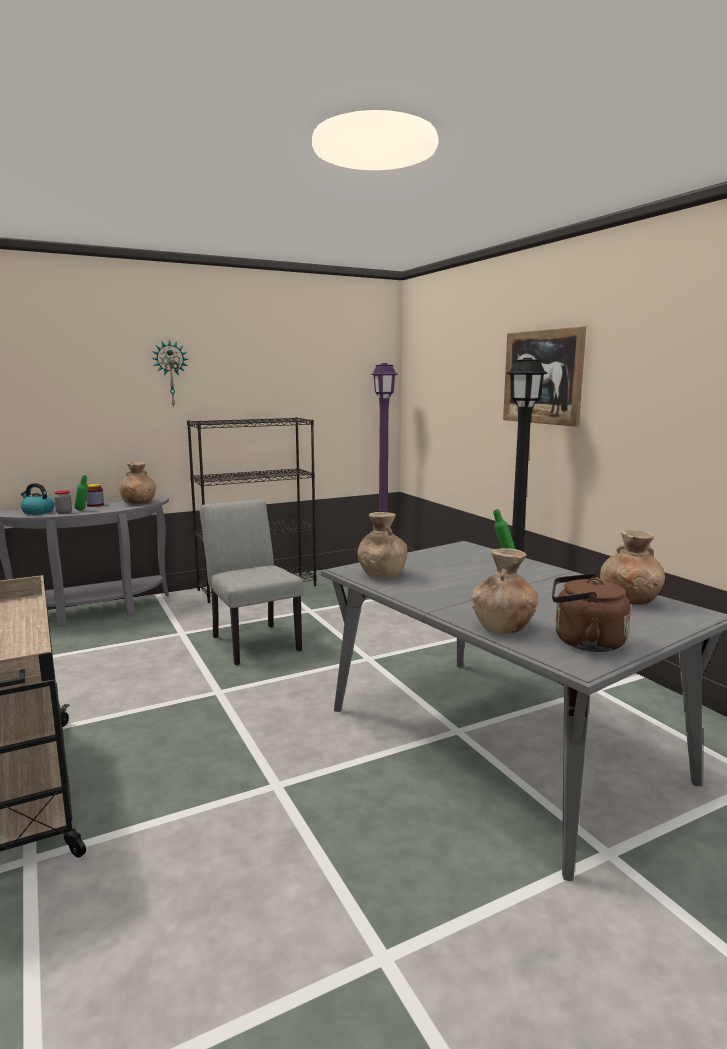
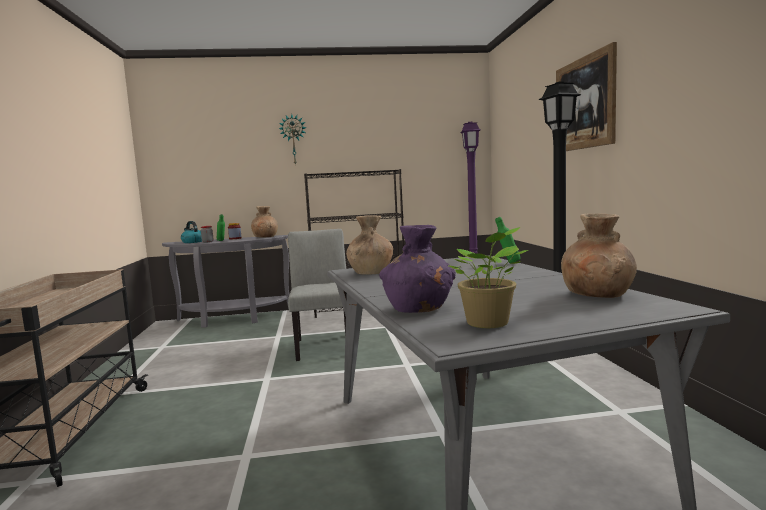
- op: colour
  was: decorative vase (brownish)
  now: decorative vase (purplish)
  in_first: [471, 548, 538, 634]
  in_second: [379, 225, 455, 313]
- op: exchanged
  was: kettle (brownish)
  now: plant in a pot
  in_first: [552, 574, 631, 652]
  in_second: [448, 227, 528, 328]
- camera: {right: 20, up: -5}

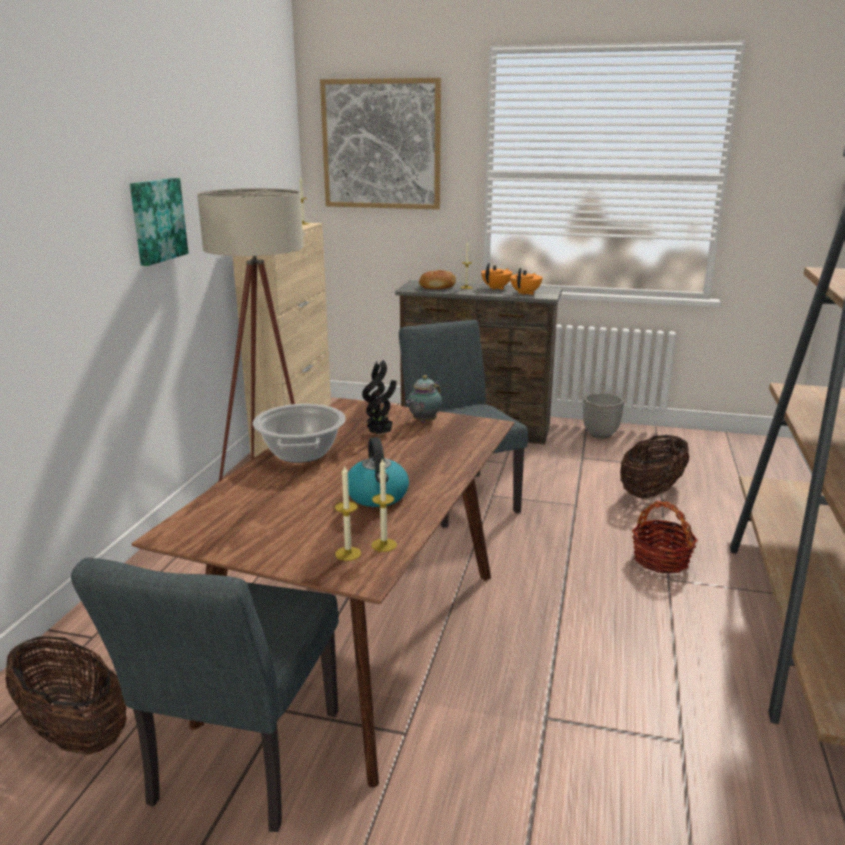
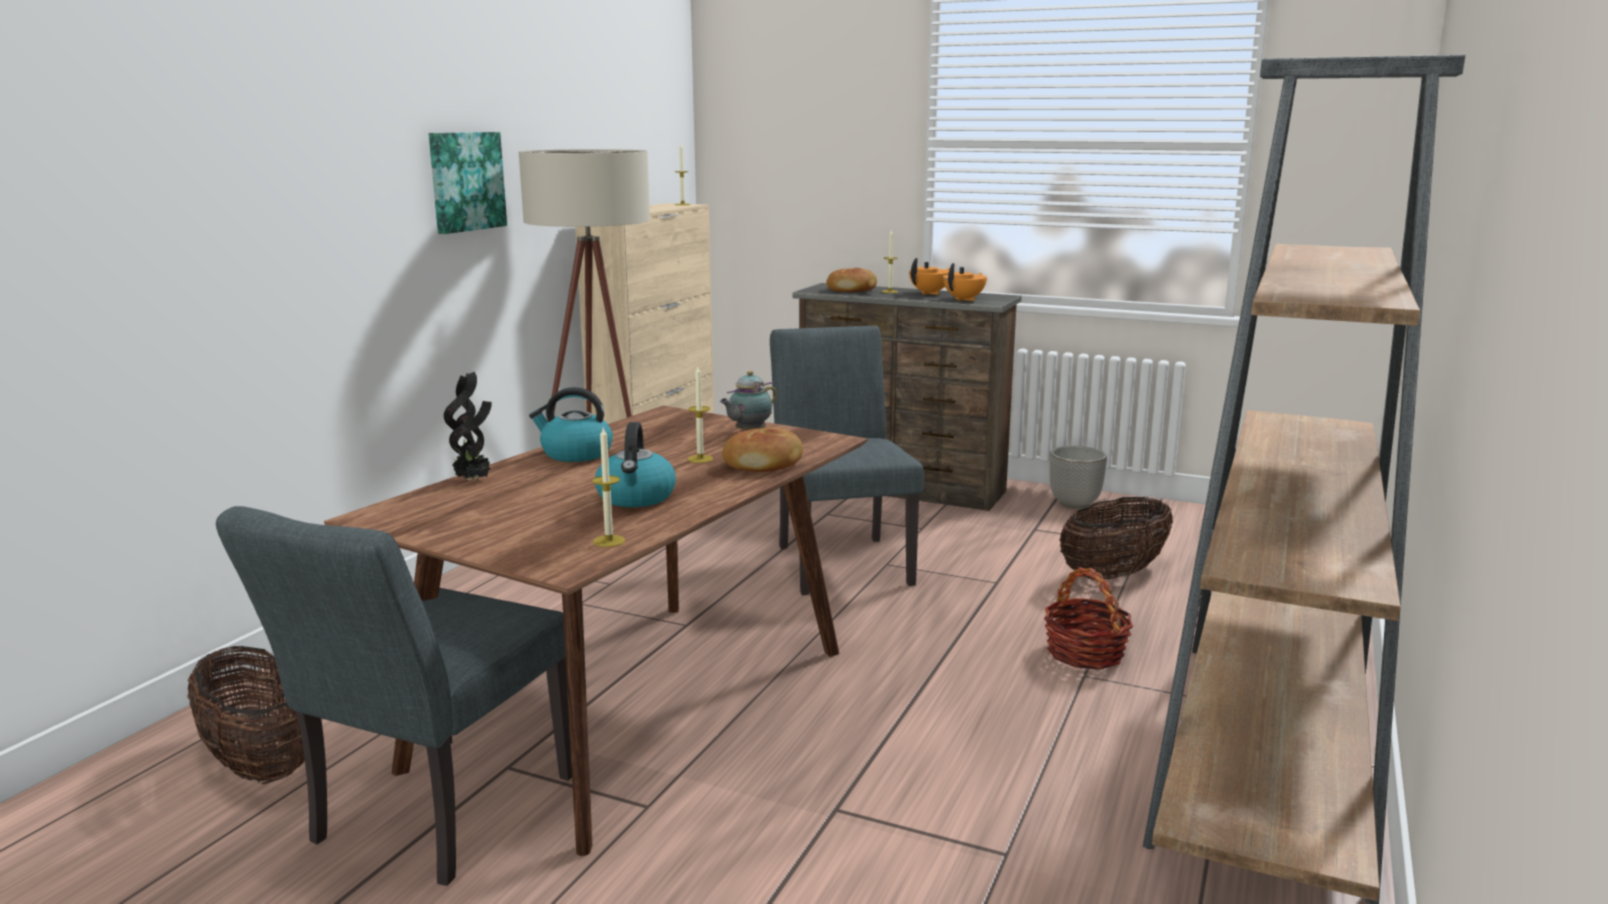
- op: relocated
  was: plant in a pot
  in_first: [362, 360, 397, 435]
  in_second: [444, 372, 492, 481]
- op: exchanged
  was: saucepot
  now: kettle
  in_first: [253, 404, 346, 463]
  in_second: [529, 387, 613, 462]
- op: relocated
  was: wax light
  in_first: [335, 466, 361, 561]
  in_second: [688, 366, 713, 463]
- op: appeared
  now: bread
  in_second: [722, 427, 803, 472]
- op: missing
  was: wall picture
  in_first: [320, 78, 441, 210]
- camera: {right: 10, up: -5}

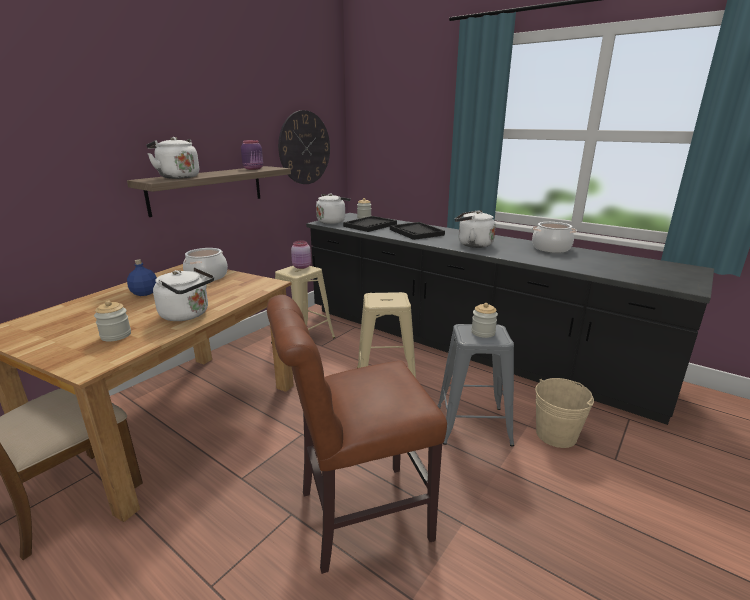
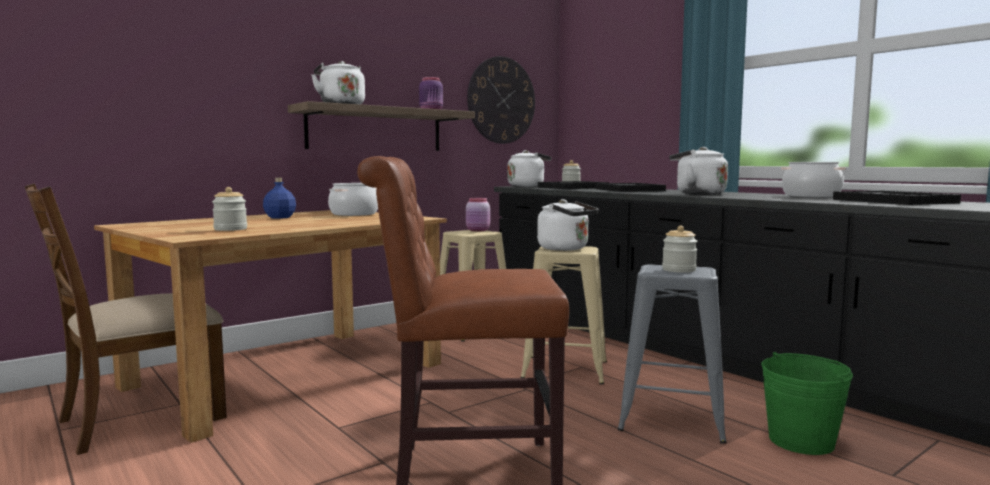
- op: relocated
  was: kettle (whitish)
  in_first: [153, 268, 214, 321]
  in_second: [537, 199, 599, 251]
- op: colour
  was: pail (beige)
  now: pail (green)
  in_first: [535, 378, 594, 448]
  in_second: [761, 352, 853, 455]
- op: appeared
  now: tray (black)
  in_second: [833, 191, 961, 205]
- camera: {right: 15, up: -15}

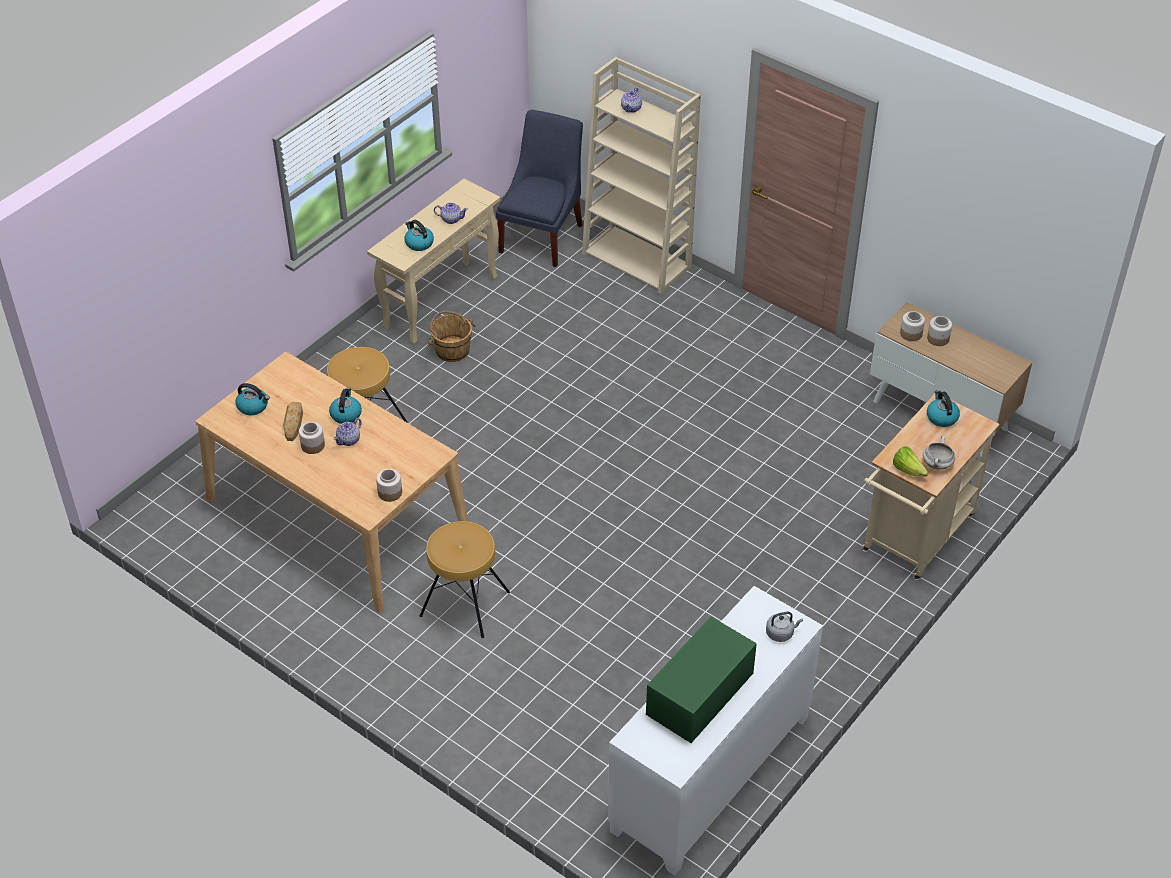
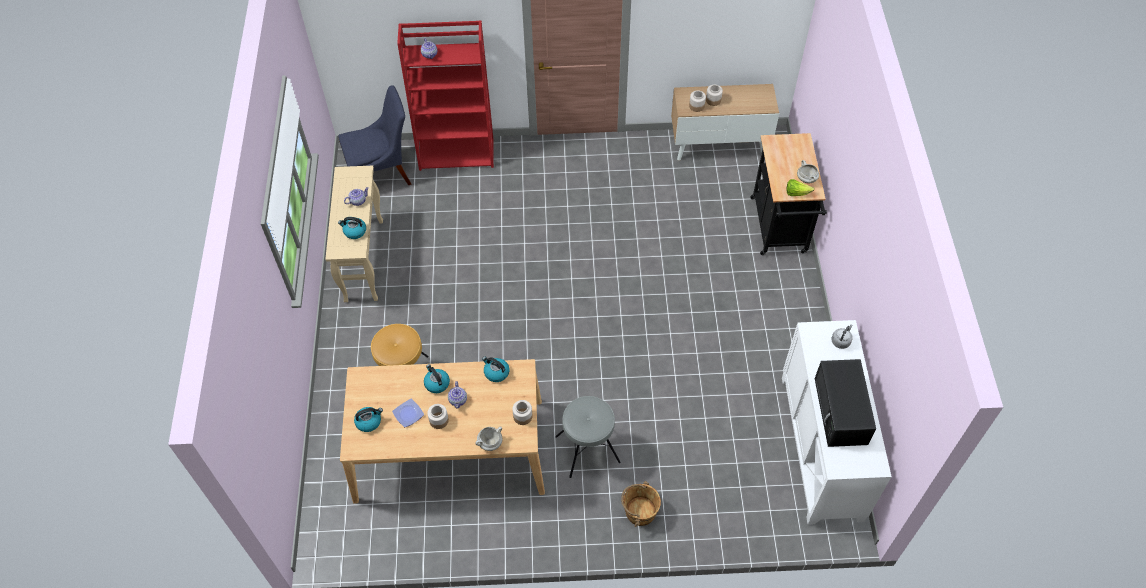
- op: spun
  was: upright chair (bluish)
  in_first: [496, 110, 583, 267]
  in_second: [338, 85, 411, 185]
  clockwise: 90
- op: exchanged
  was: bread
  now: flat dish
  in_first: [283, 402, 303, 441]
  in_second: [392, 399, 424, 427]
- op: colour
  was: shelving unit (beige)
  now: shelving unit (reddish)
  in_first: [582, 57, 701, 294]
  in_second: [397, 20, 494, 171]
- op: appeared
  now: saucepot (whitish)
  in_second: [475, 426, 503, 451]
- op: relocated
  was: kettle
  in_first: [927, 390, 960, 427]
  in_second: [482, 357, 509, 382]
- op: colour
  was: sitting stool (brownish)
  now: sitting stool (grey)
  in_first: [420, 521, 510, 638]
  in_second: [555, 396, 621, 478]
- op: relocated
  was: pail (brownish)
  in_first: [428, 311, 476, 362]
  in_second: [621, 481, 661, 527]
- op: colour
  was: wheeled cart (beige)
  now: wheeled cart (black)
  in_first: [861, 394, 999, 580]
  in_second: [750, 133, 827, 255]
- op: colour
  was: kitchen microwave (green)
  now: kitchen microwave (black)
  in_first: [646, 616, 757, 743]
  in_second: [815, 359, 876, 447]
- camera: {right: -40, up: 10}

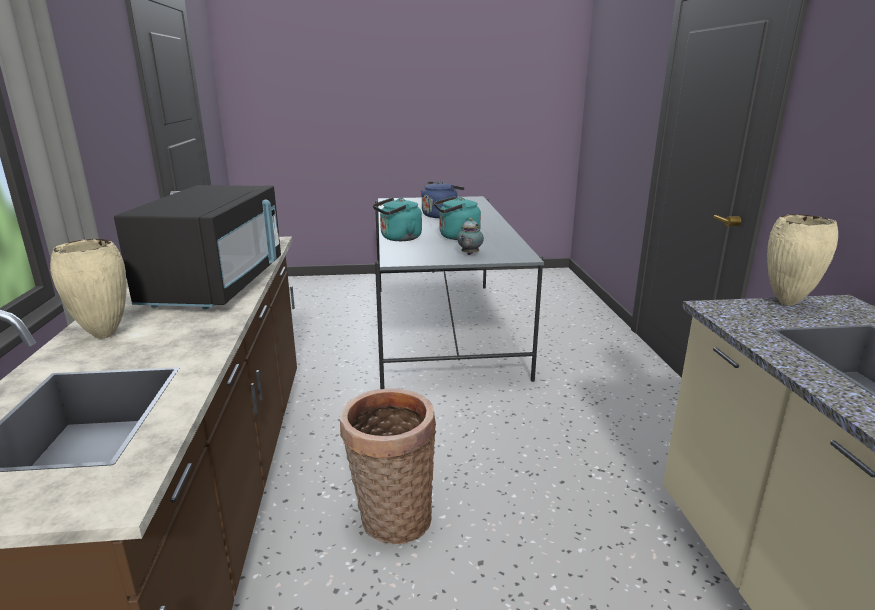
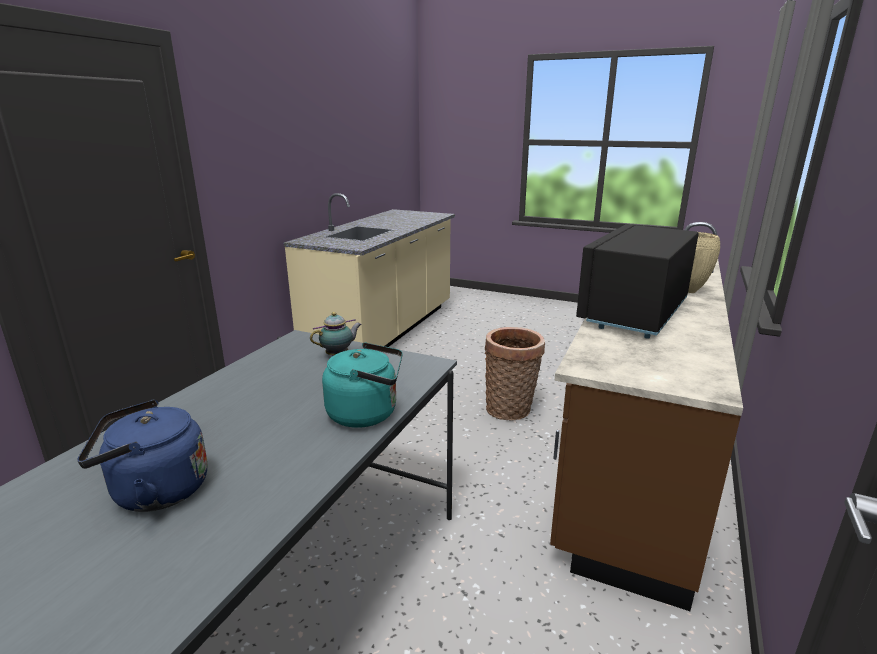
- op: missing
  was: kettle (turquoise-coloured)
  in_first: [434, 196, 481, 240]
- op: missing
  was: decorative vase (beige)
  in_first: [767, 215, 838, 305]
- camera: {right: -150, up: 0}

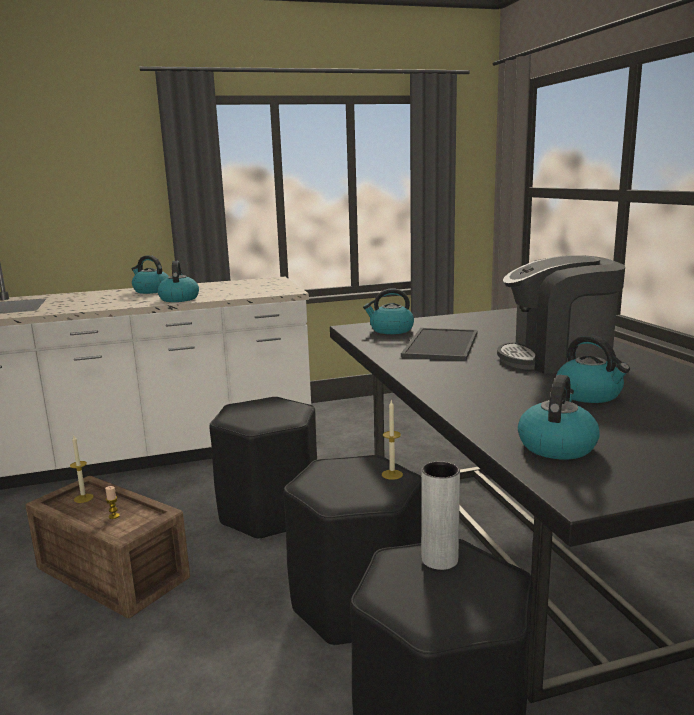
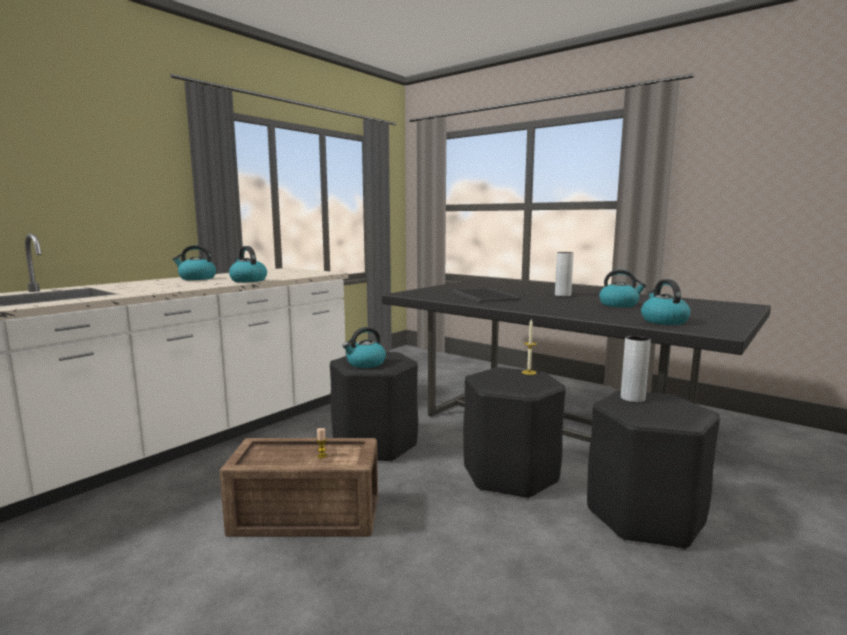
- op: relocated
  was: kettle
  in_first: [363, 288, 414, 334]
  in_second: [342, 327, 386, 368]
- op: exchanged
  was: coffee maker
  now: decorative vase (grey)
  in_first: [497, 255, 625, 373]
  in_second: [555, 252, 574, 297]
- op: missing
  was: wax light
  in_first: [70, 436, 94, 503]
- camera: {right: -35, up: -5}

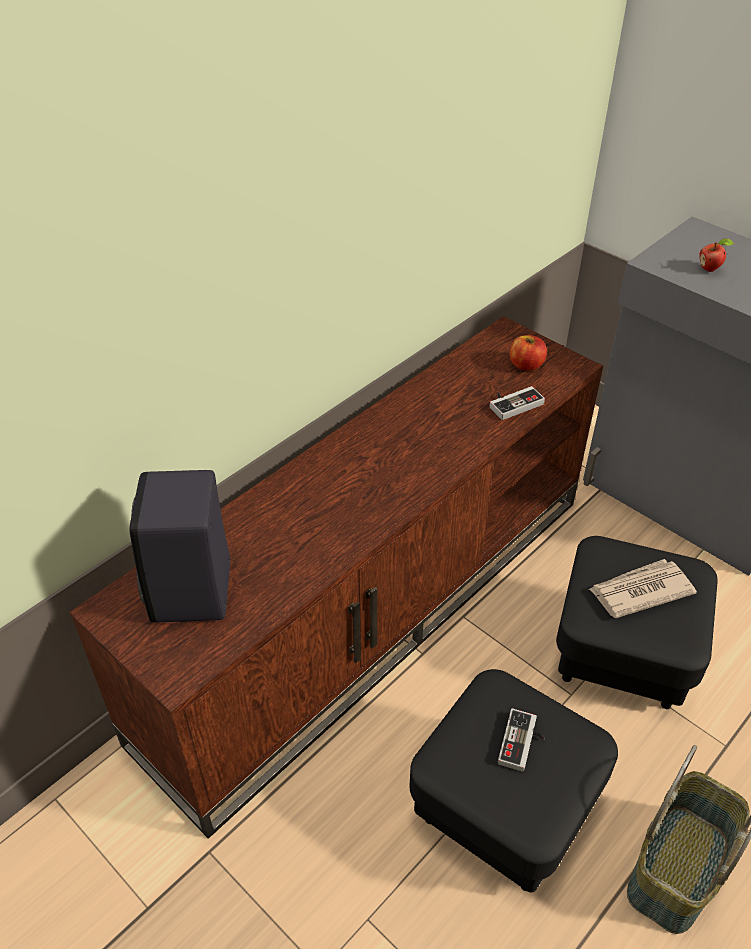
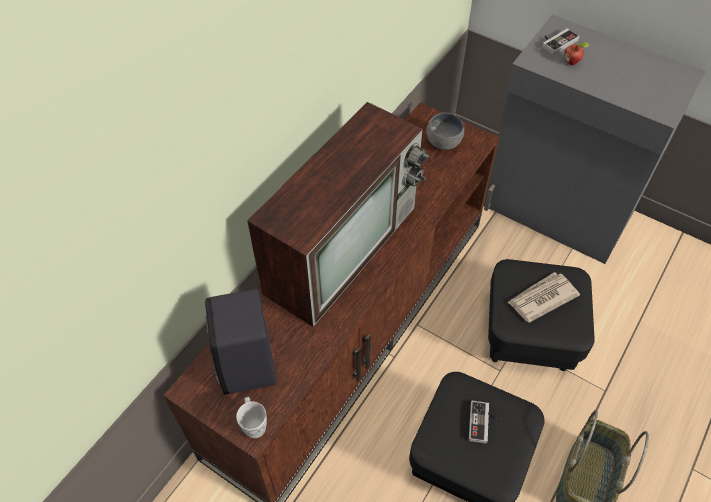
- op: appeared
  now: coffee mug (whitish)
  in_second: [236, 397, 267, 438]
- op: appeared
  now: TV set
  in_second: [247, 102, 430, 327]
- op: exchanged
  was: apple
  now: deep dish (grey)
  in_first: [510, 335, 547, 371]
  in_second: [426, 113, 464, 150]
- op: relocated
  was: gamepad
  in_first: [490, 386, 545, 420]
  in_second: [542, 28, 580, 55]
- camera: {right: -10, up: 10}

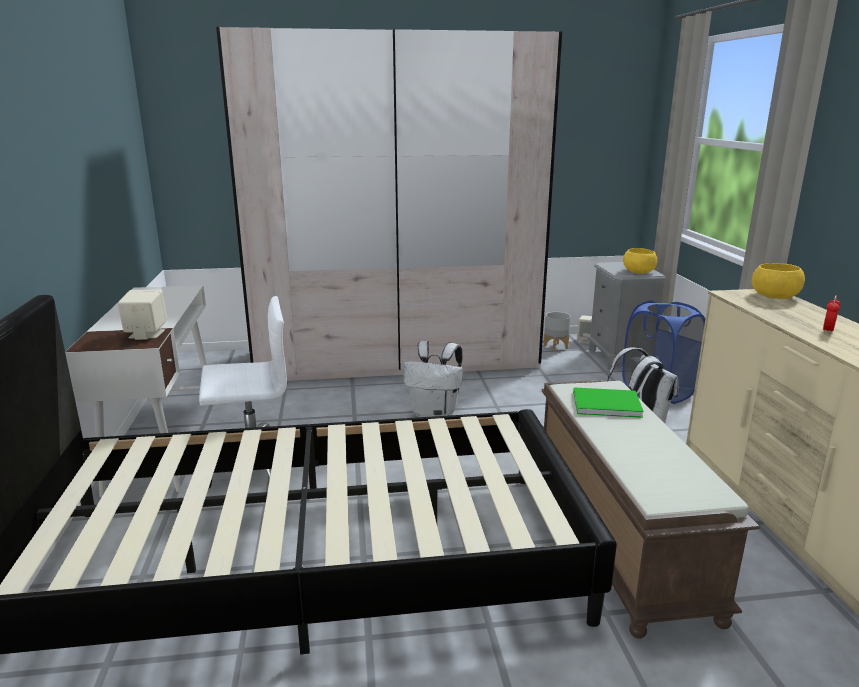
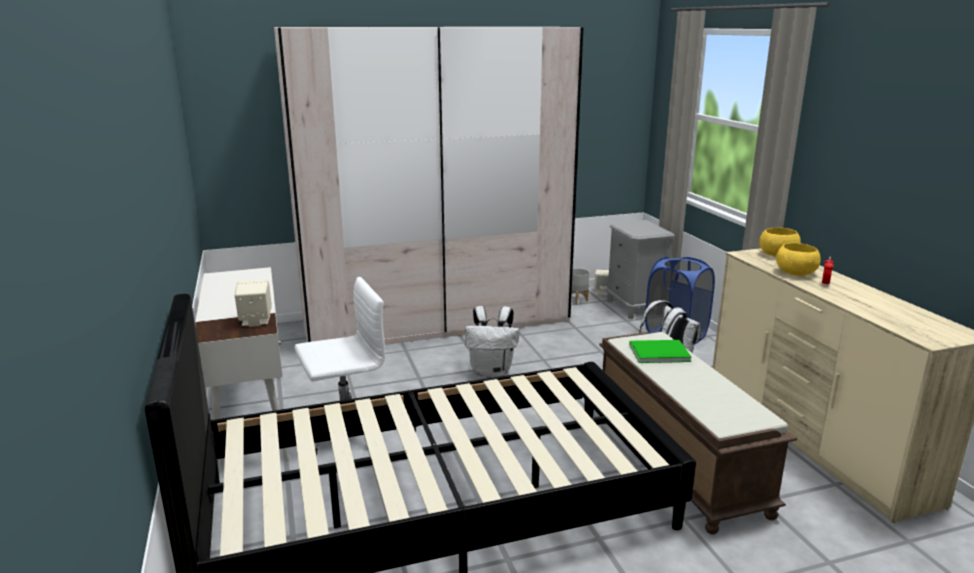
- op: relocated
  was: deep dish (yellowish)
  in_first: [623, 248, 658, 274]
  in_second: [776, 243, 820, 276]
- camera: {right: -10, up: 0}

